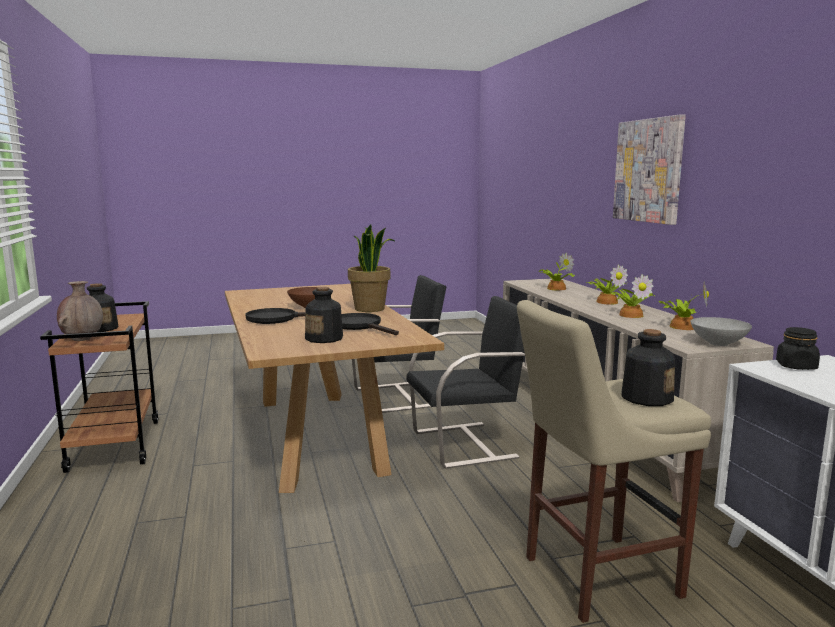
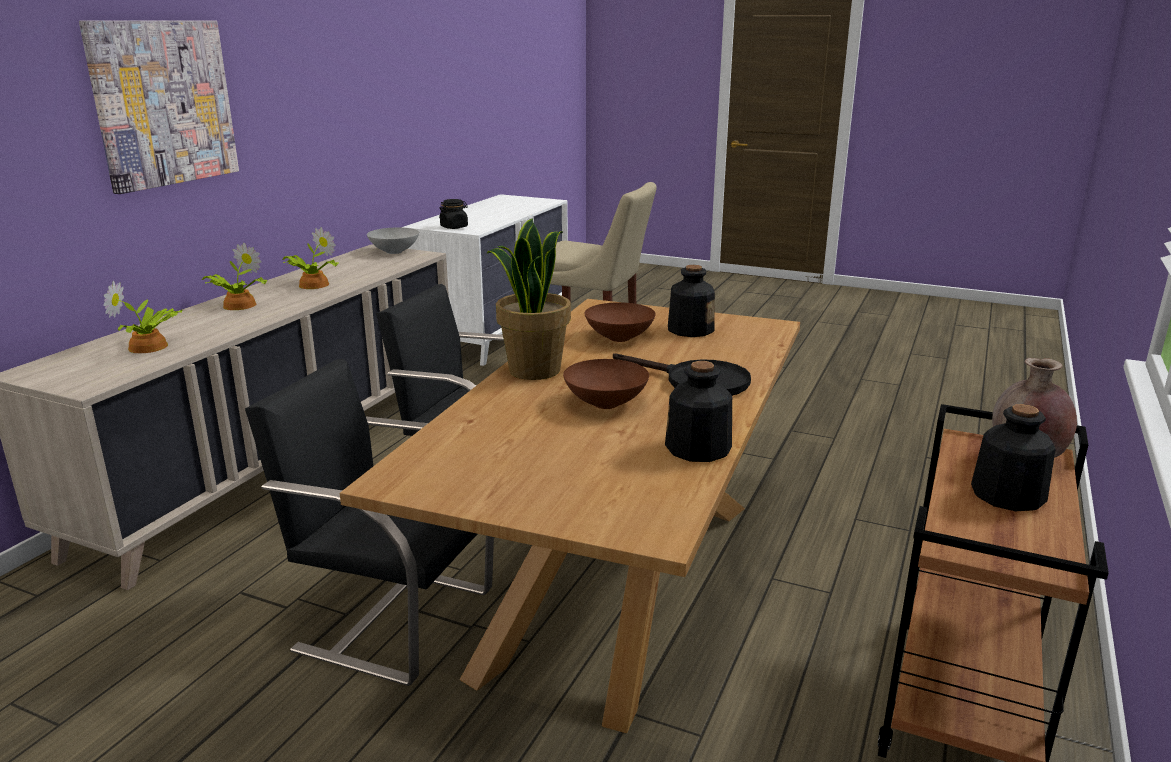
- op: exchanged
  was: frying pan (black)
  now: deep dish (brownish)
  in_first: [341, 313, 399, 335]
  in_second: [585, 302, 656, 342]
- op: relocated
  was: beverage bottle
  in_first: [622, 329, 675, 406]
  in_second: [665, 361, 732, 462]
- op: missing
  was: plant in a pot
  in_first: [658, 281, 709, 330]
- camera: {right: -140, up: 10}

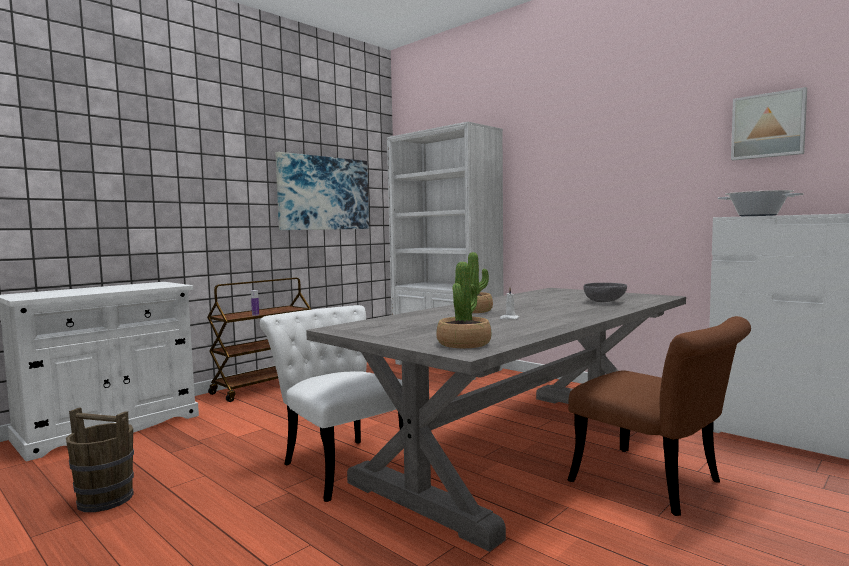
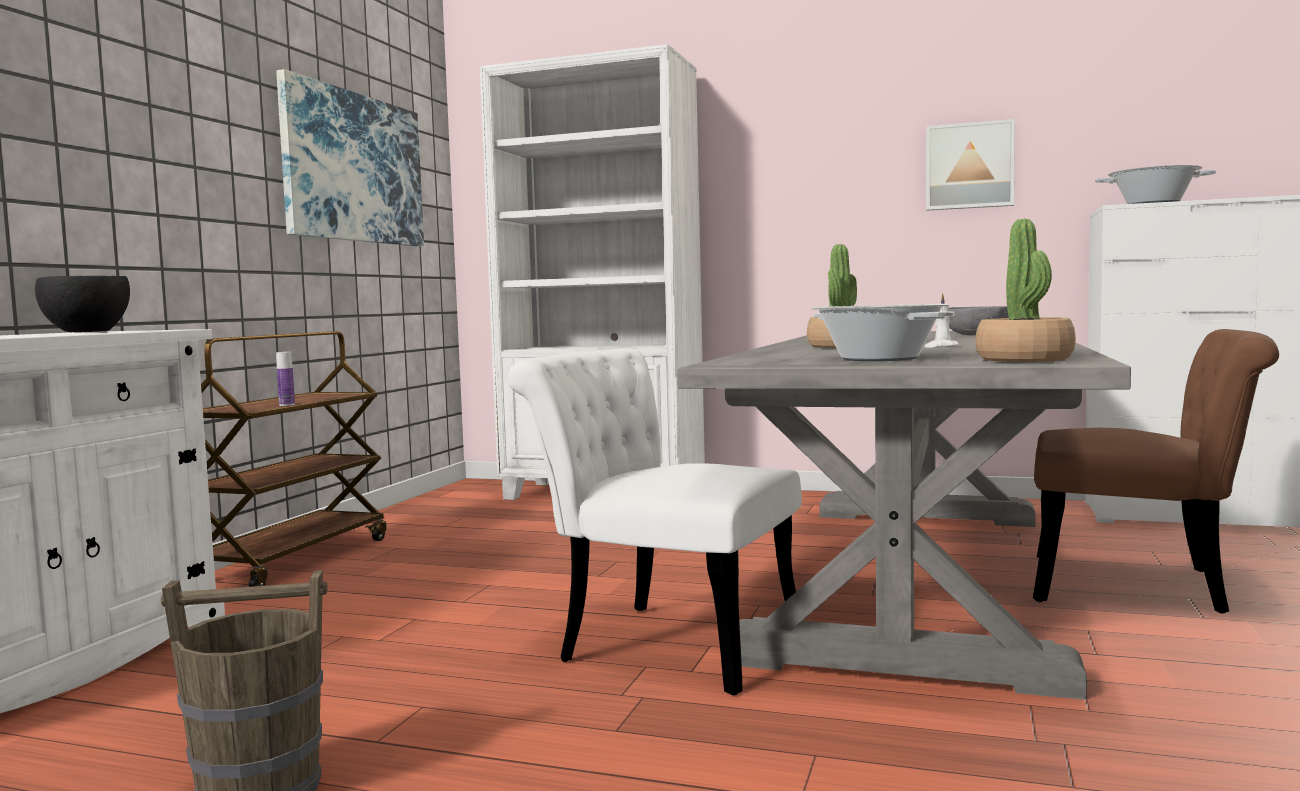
- op: appeared
  now: deep dish (black)
  in_second: [35, 276, 130, 332]
- op: appeared
  now: saucepot
  in_second: [811, 304, 954, 361]
- op: relocated
  was: wall picture
  in_first: [731, 87, 807, 160]
  in_second: [926, 119, 1015, 211]
- camera: {right: -25, up: 0}

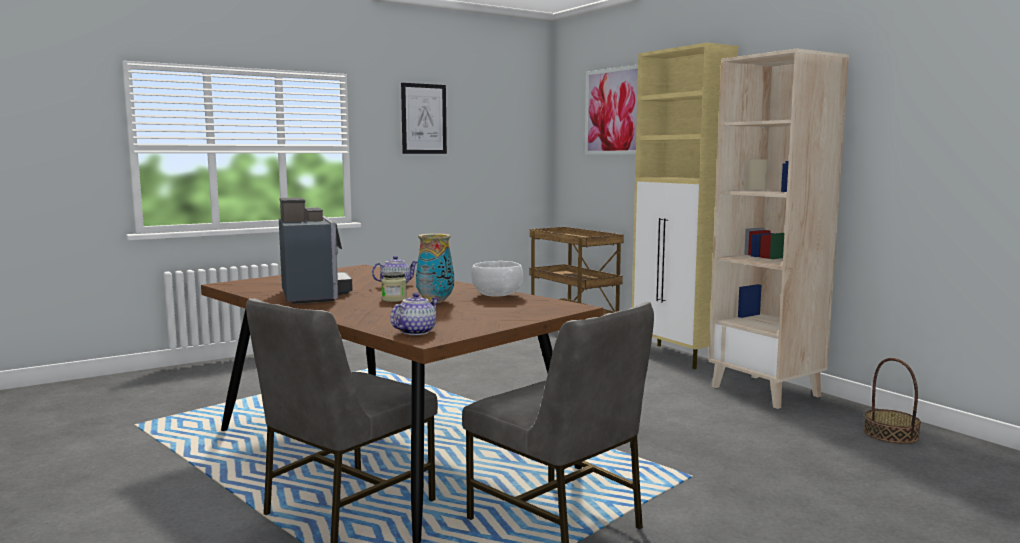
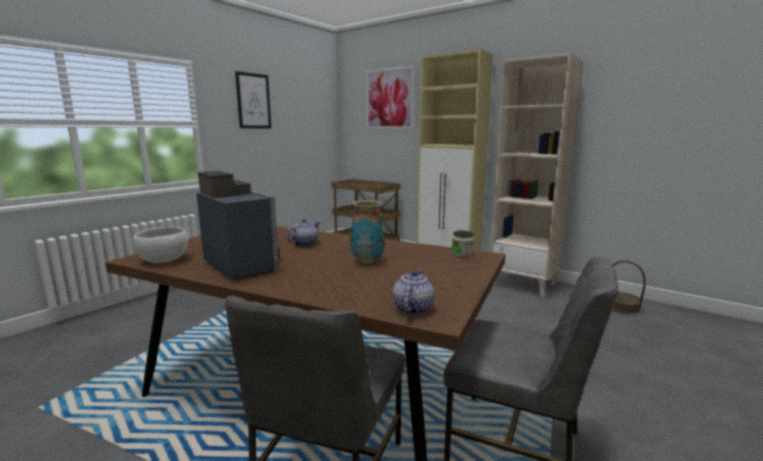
- op: relocated
  was: deep dish (whitish)
  in_first: [471, 261, 523, 297]
  in_second: [133, 227, 188, 263]
- op: relocated
  was: storage jar
  in_first: [381, 272, 407, 302]
  in_second: [452, 230, 474, 257]
- camera: {right: -20, up: 5}

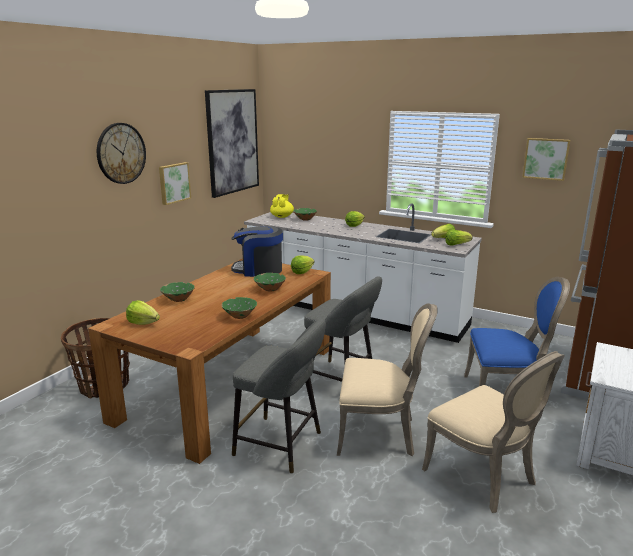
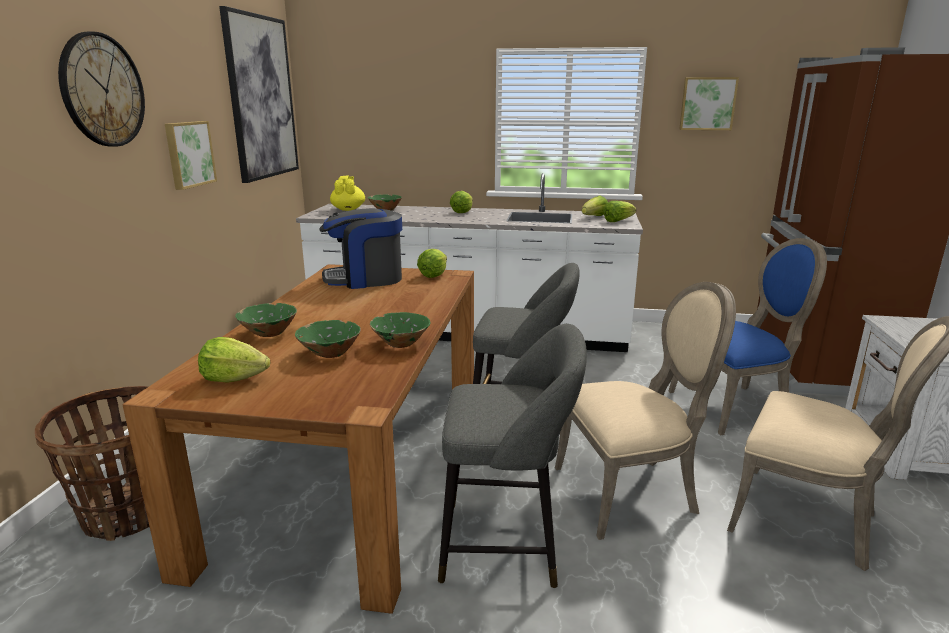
- op: relocated
  was: deep dish (green)
  in_first: [254, 273, 286, 292]
  in_second: [295, 320, 361, 358]
- camera: {right: -20, up: 0}

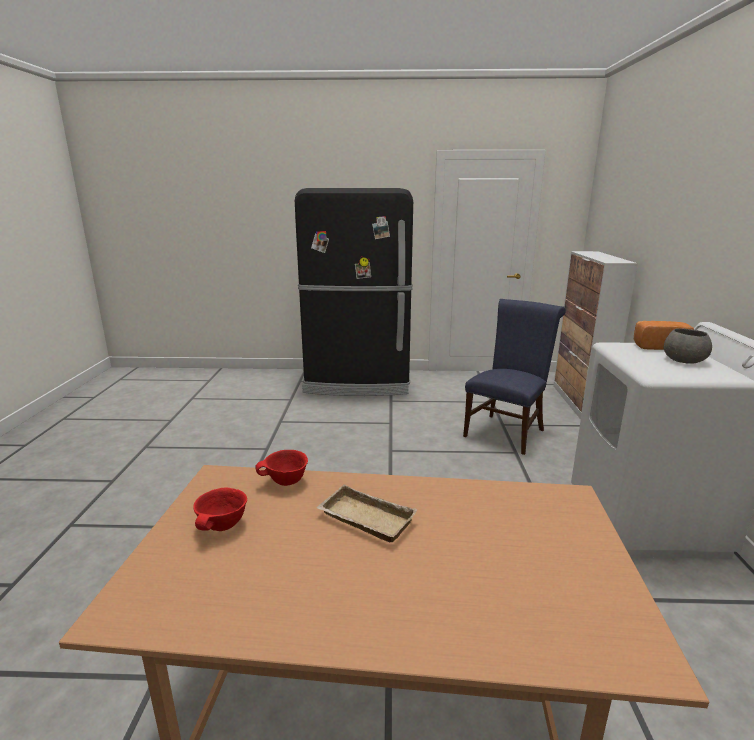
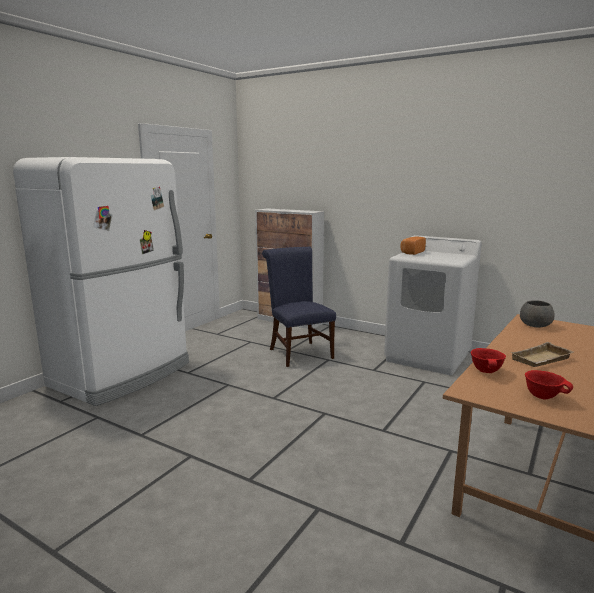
- op: colour
  was: fridge (black)
  now: fridge (whitish)
  in_first: [295, 188, 413, 396]
  in_second: [13, 157, 189, 406]
- op: relocated
  was: deep dish (grey)
  in_first: [664, 328, 712, 364]
  in_second: [520, 300, 554, 328]
- camera: {right: -60, up: -5}

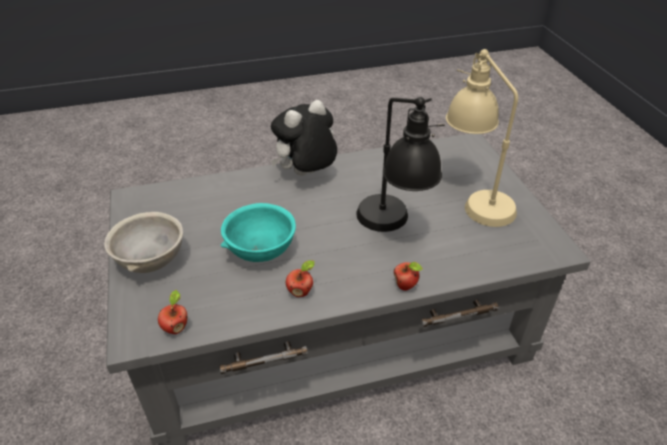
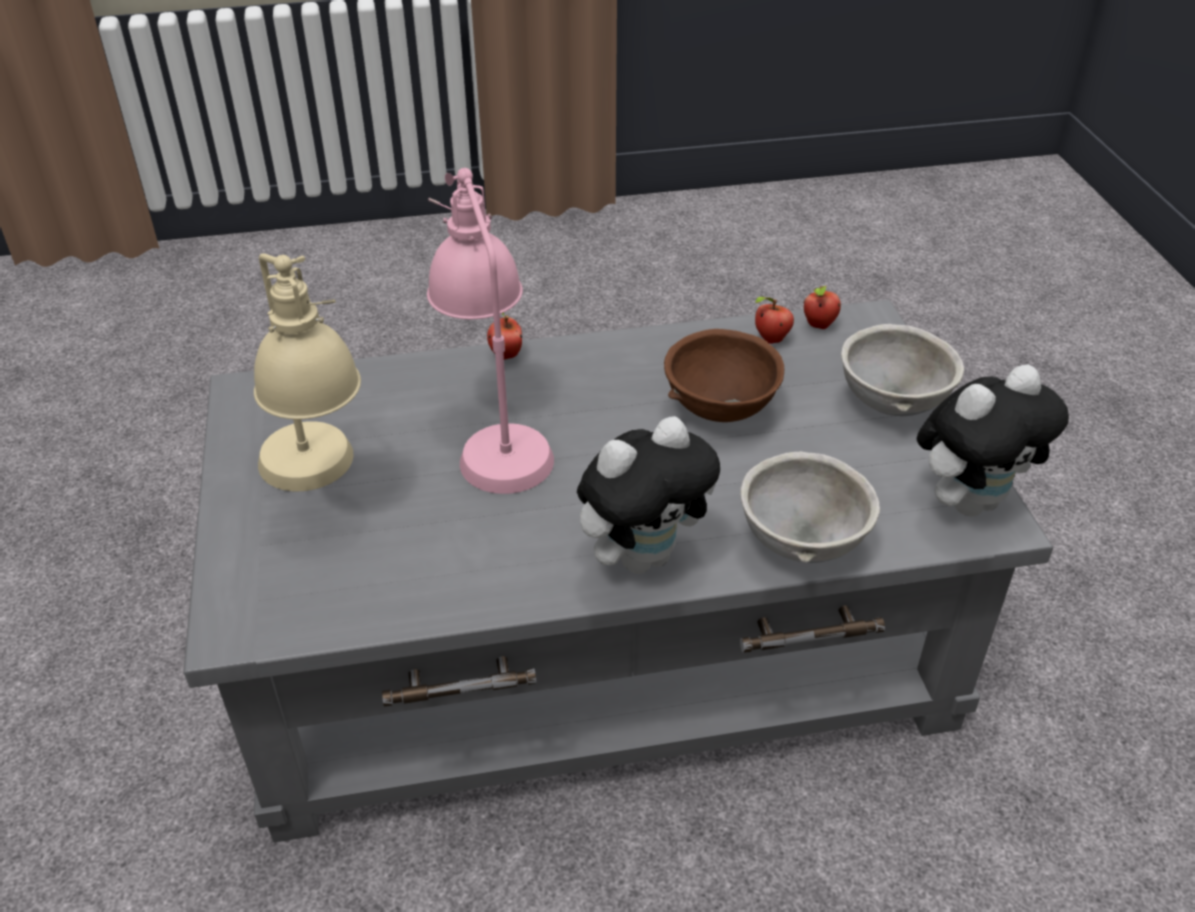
- op: colour
  was: tabletop lamp (black)
  now: tabletop lamp (pink)
  in_first: [356, 97, 445, 232]
  in_second: [427, 168, 554, 494]
- op: colour
  was: deep dish (turquoise-coloured)
  now: deep dish (brownish)
  in_first: [221, 203, 296, 262]
  in_second: [664, 329, 784, 422]
- op: appeared
  now: deep dish (grey)
  in_second: [740, 451, 880, 563]
- op: relocated
  was: apple
  in_first: [286, 260, 315, 297]
  in_second: [755, 296, 794, 344]
- op: appeared
  now: soft toy
  in_second: [917, 365, 1069, 517]
- camera: {right: -175, up: 0}

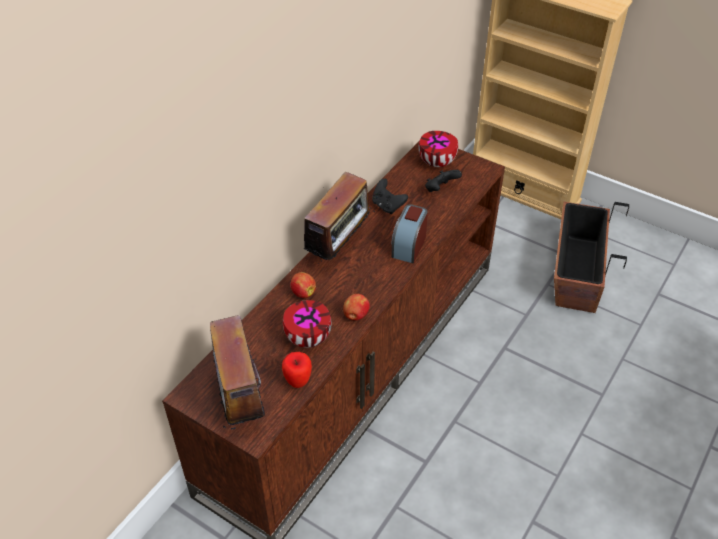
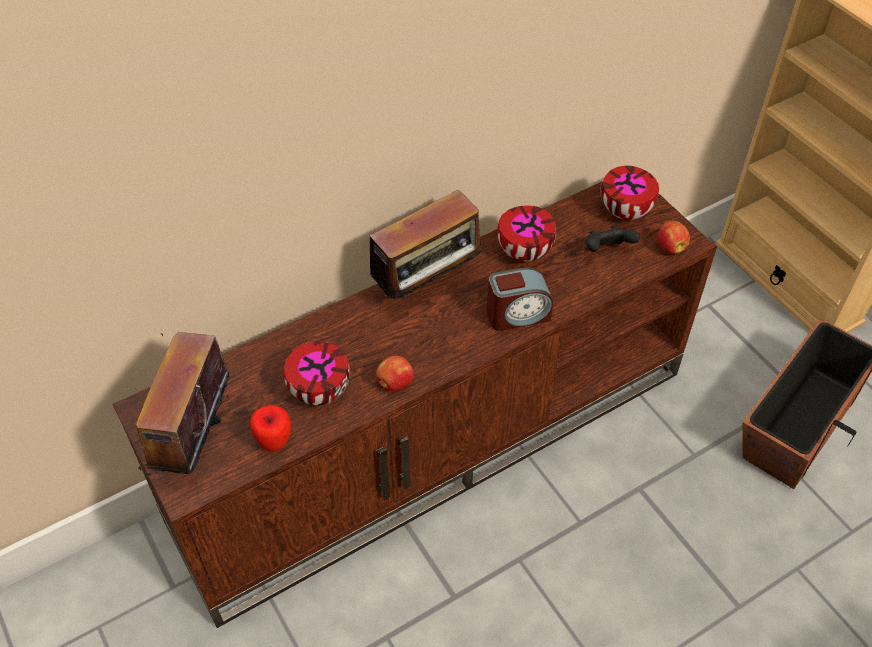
- op: spun
  was: table clock
  in_first: [391, 204, 428, 263]
  in_second: [487, 267, 553, 331]
  clockwise: -150
- op: exchanged
  was: gamepad (black)
  now: deep dish
  in_first: [372, 179, 408, 214]
  in_second: [497, 206, 556, 261]
- op: relocated
  was: apple
  in_first: [290, 272, 316, 298]
  in_second: [658, 221, 690, 254]
- camera: {right: 25, up: 5}

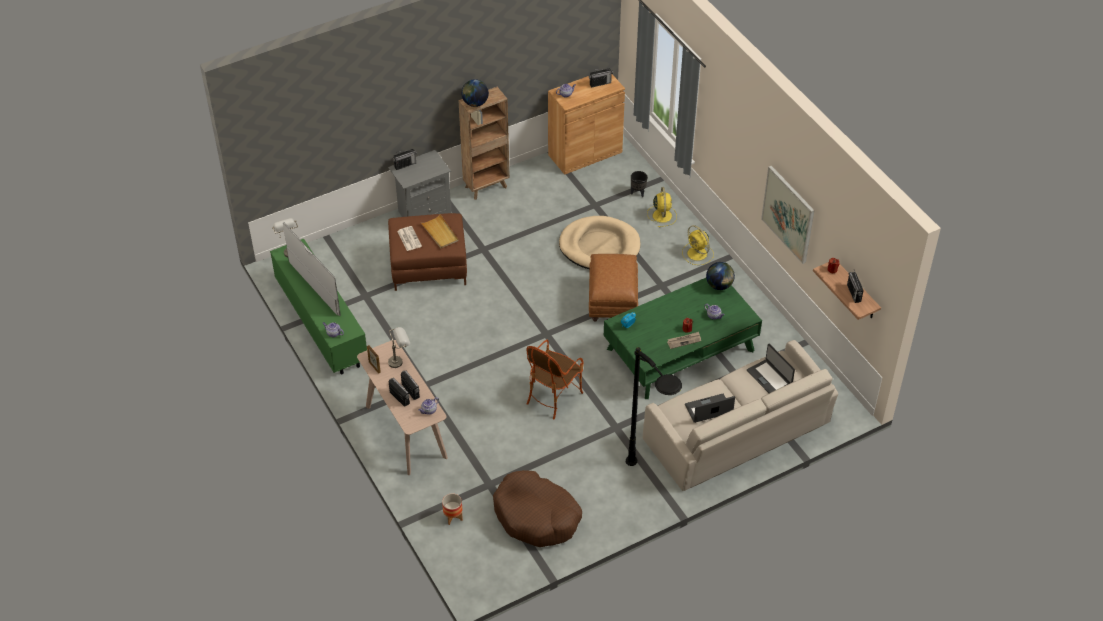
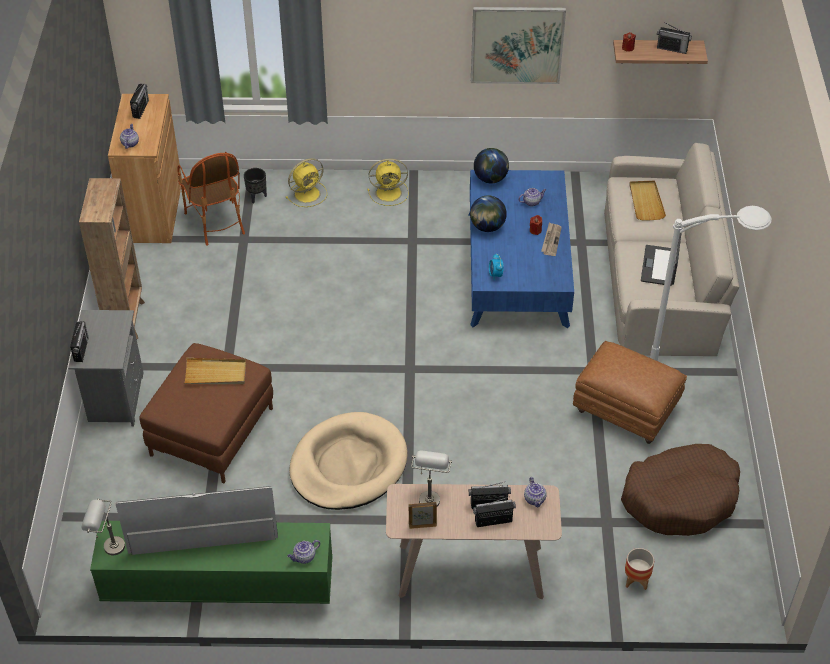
- op: relocated
  was: easy chair
  in_first: [526, 340, 584, 419]
  in_second: [177, 152, 245, 246]
- op: spun
  was: cooling fan (yellowish)
  in_first: [647, 187, 677, 227]
  in_second: [286, 158, 327, 207]
  clockwise: 120
- op: relocated
  was: dog bed (beige)
  in_first: [559, 216, 640, 269]
  in_second: [289, 412, 407, 510]
- op: colour
  was: low table (green)
  now: low table (bluish)
  in_first: [604, 278, 762, 399]
  in_second: [469, 170, 574, 328]
- op: relocated
  was: world globe
  in_first: [461, 79, 489, 107]
  in_second: [470, 195, 507, 232]
- op: relocated
  was: pouffe (brownish)
  in_first: [589, 254, 638, 322]
  in_second: [573, 341, 687, 444]
- op: exchanged
  was: portable computer
  now: tray (beige)
  in_first: [747, 344, 795, 393]
  in_second: [629, 181, 666, 220]
- op: colour
  was: standard lamp (black)
  now: standard lamp (whitish)
  in_first: [626, 347, 682, 466]
  in_second: [650, 206, 772, 361]
- op: missing
  was: newspaper
  in_first: [397, 226, 422, 251]
- camera: {right: -60, up: 0}

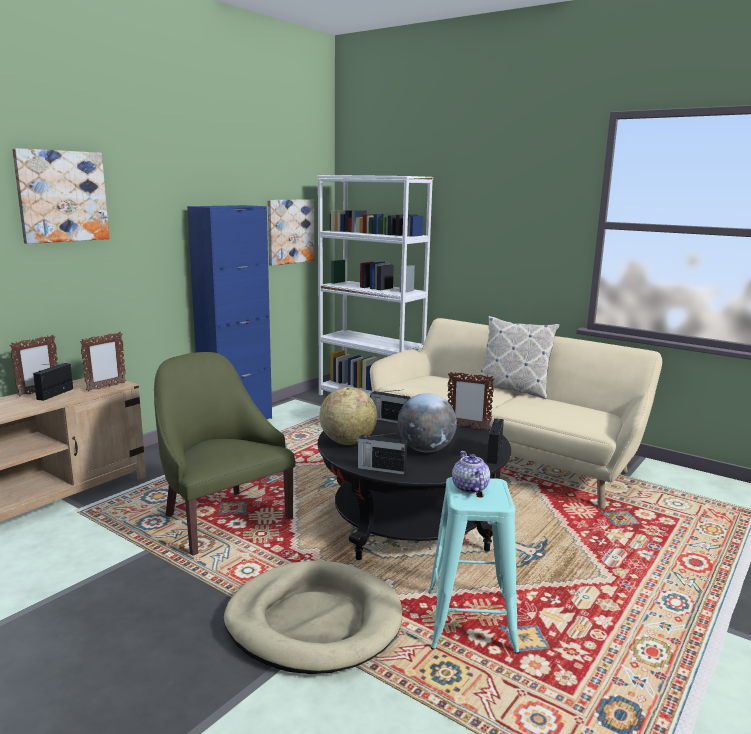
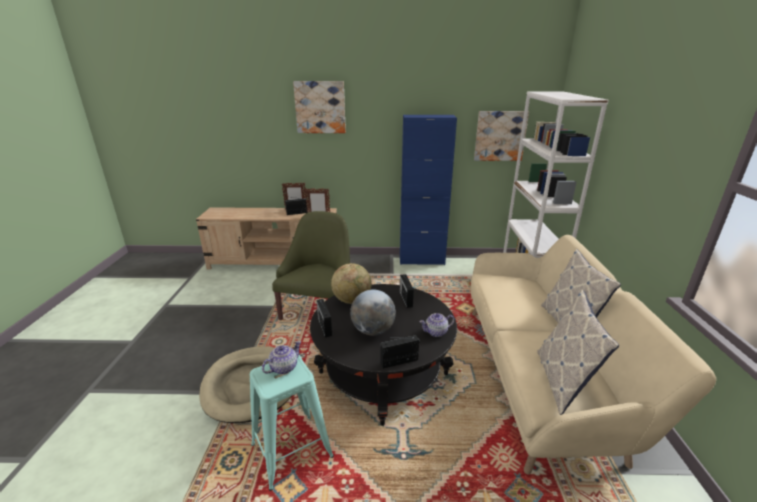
- op: exchanged
  was: standing frame
  now: pot for tea
  in_first: [448, 372, 495, 430]
  in_second: [419, 313, 454, 337]
- op: appeared
  now: throw pillow
  in_second: [537, 290, 619, 415]
- camera: {right: 55, up: 10}

